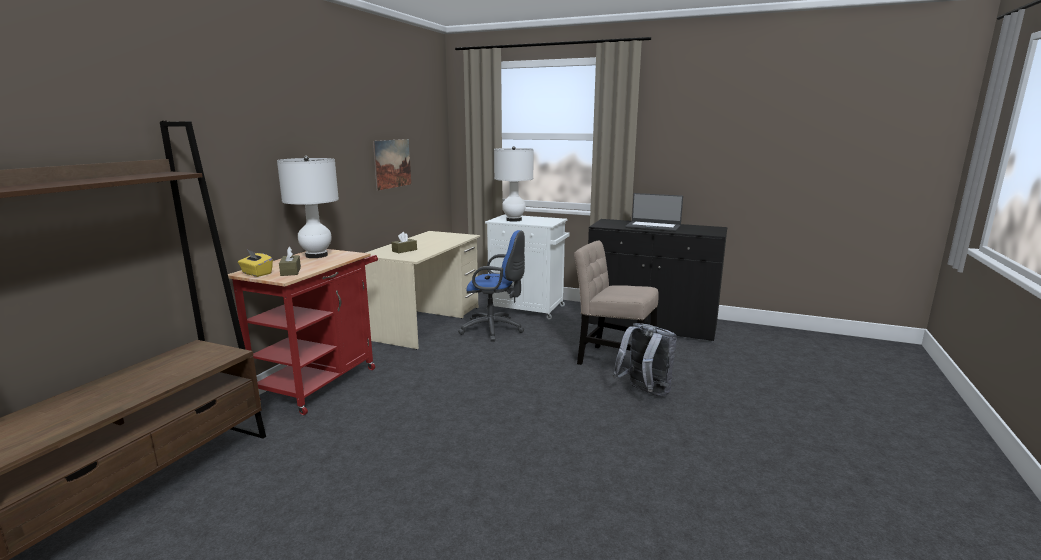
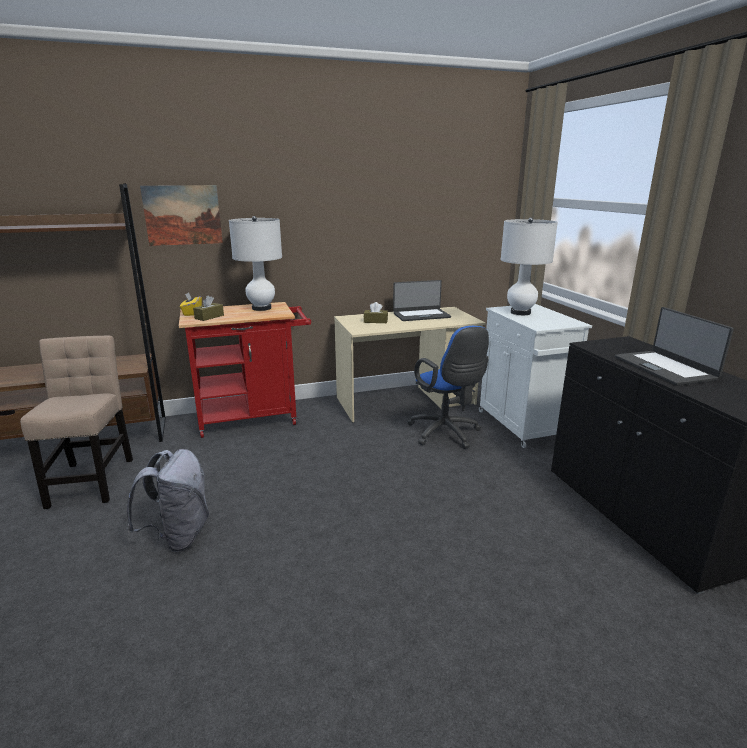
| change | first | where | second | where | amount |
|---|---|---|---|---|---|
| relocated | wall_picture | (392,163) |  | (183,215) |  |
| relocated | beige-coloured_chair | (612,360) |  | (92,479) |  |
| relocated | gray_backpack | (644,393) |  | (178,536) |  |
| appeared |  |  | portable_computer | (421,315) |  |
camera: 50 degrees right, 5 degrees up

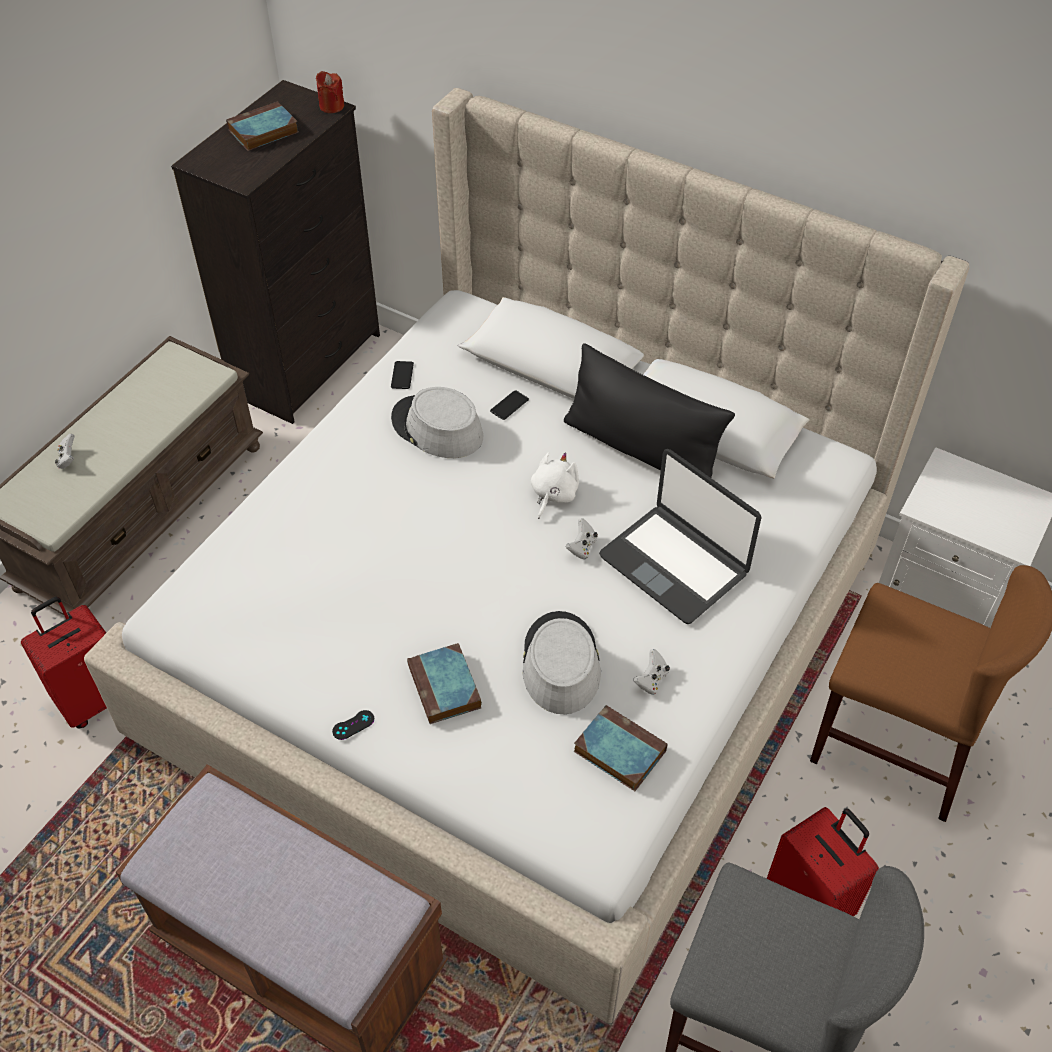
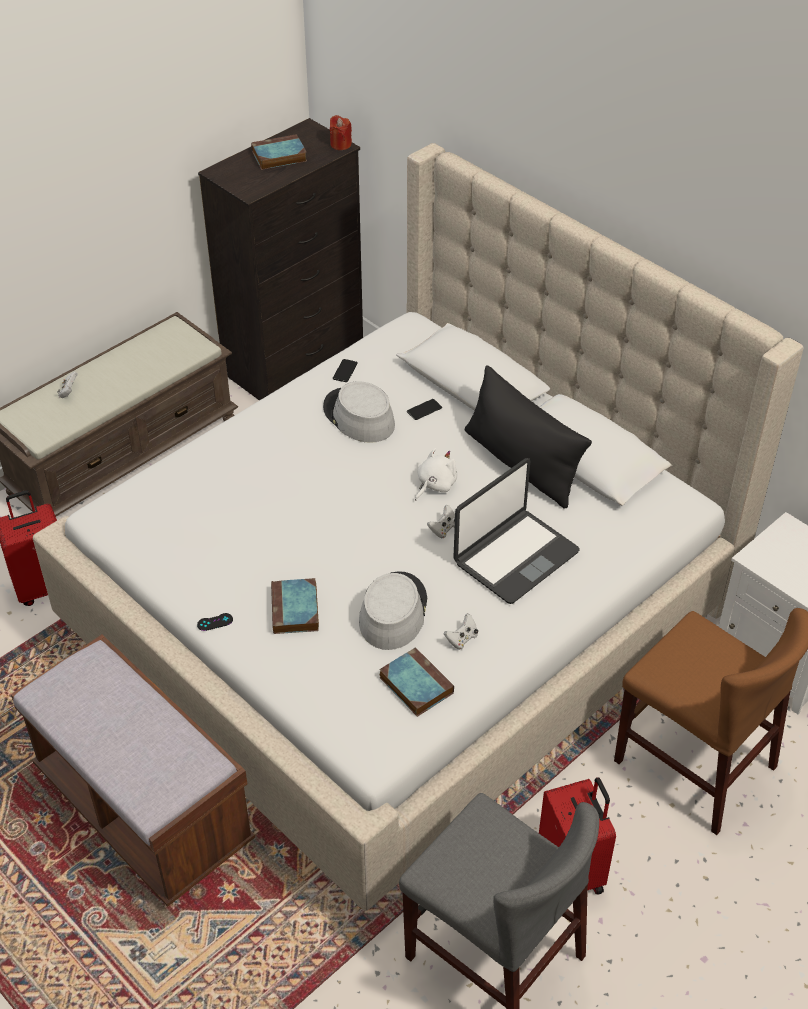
| change | first | where | second | where | amount |
|---|---|---|---|---|---|
| spun | portable_computer | (674,564) |  | (515,557) | 105 degrees counterclockwise |
camera: 15 degrees right, 5 degrees down

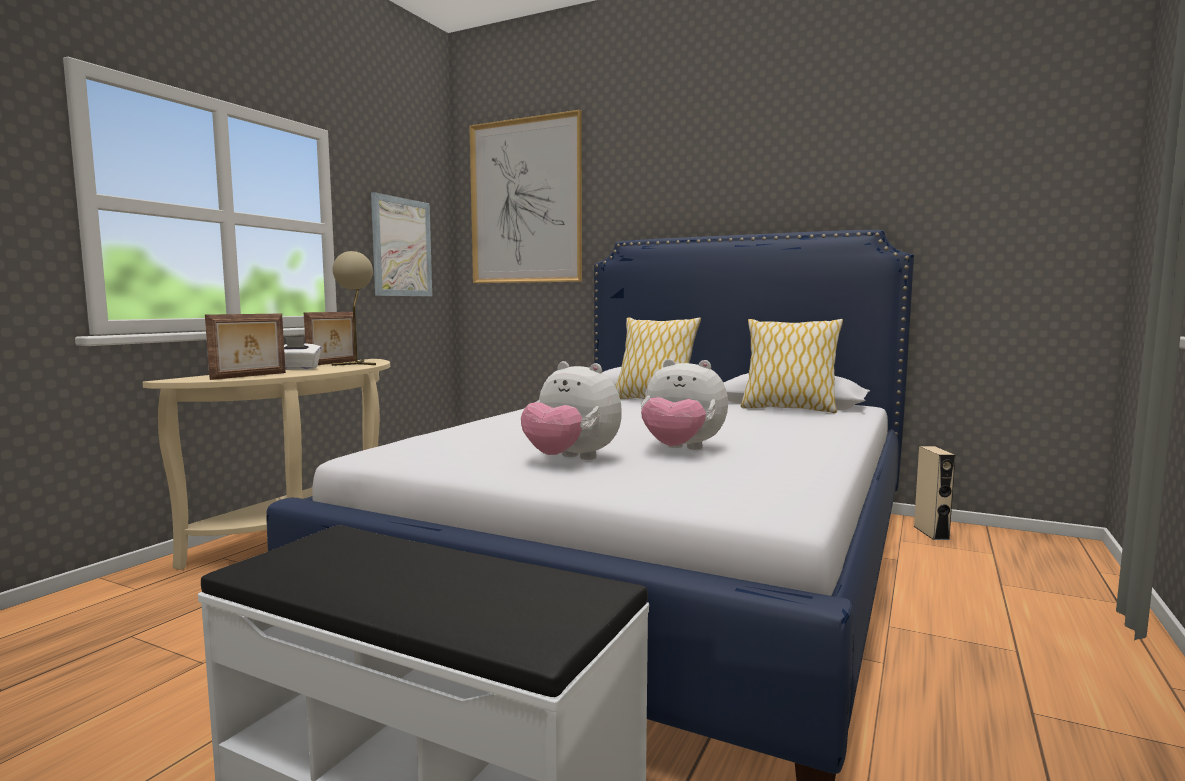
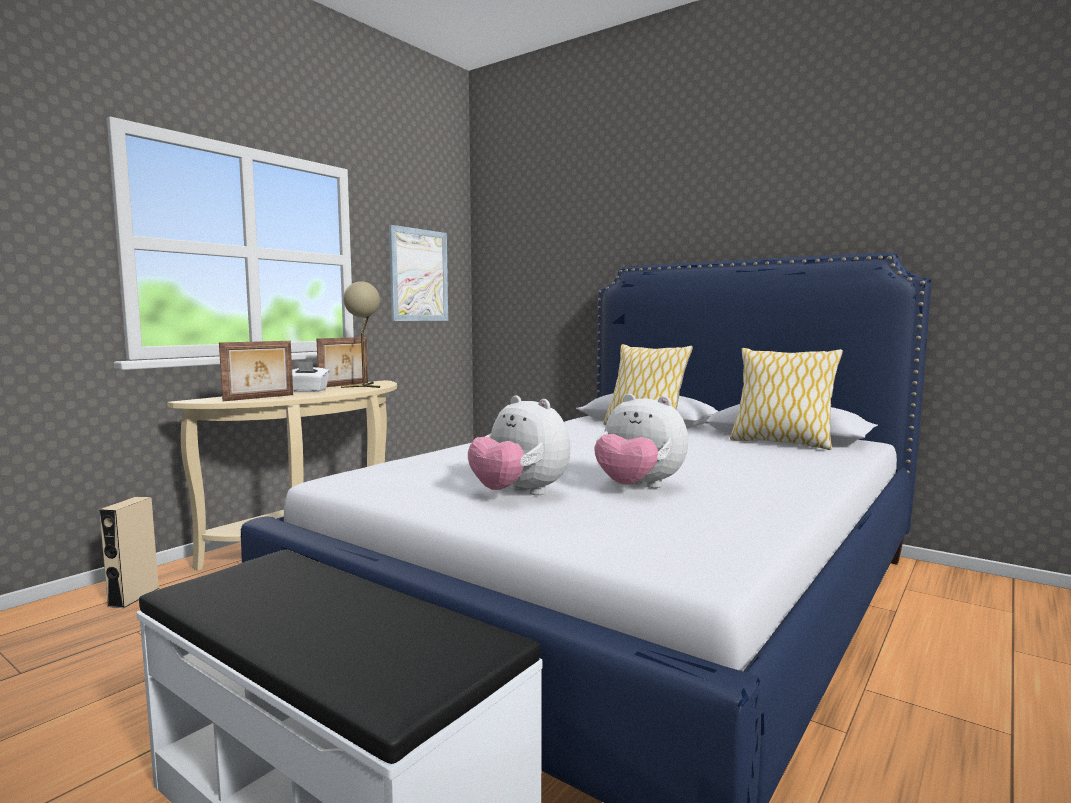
| change | first | where | second | where | amount |
|---|---|---|---|---|---|
| missing | wall_picture | (525,202) |  |  |  |
| relocated | beige-coloured_loudspeaker | (931,532) |  | (134,597) |  |
camera: 10 degrees right, 0 degrees up

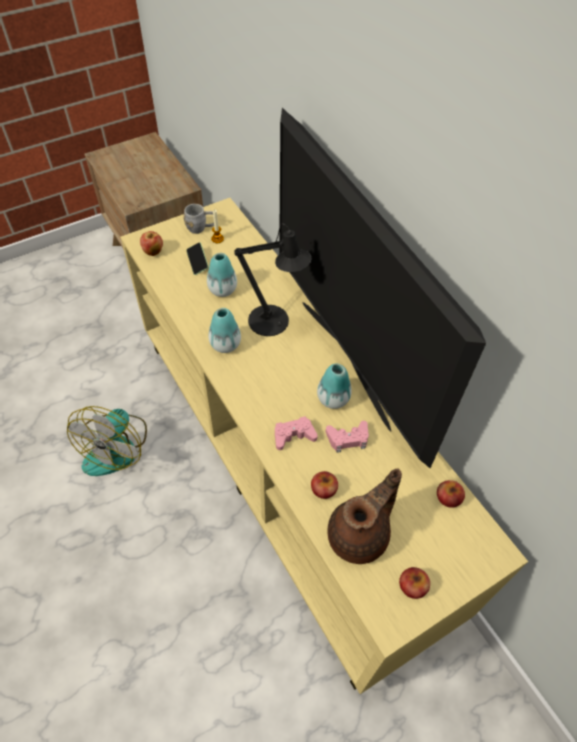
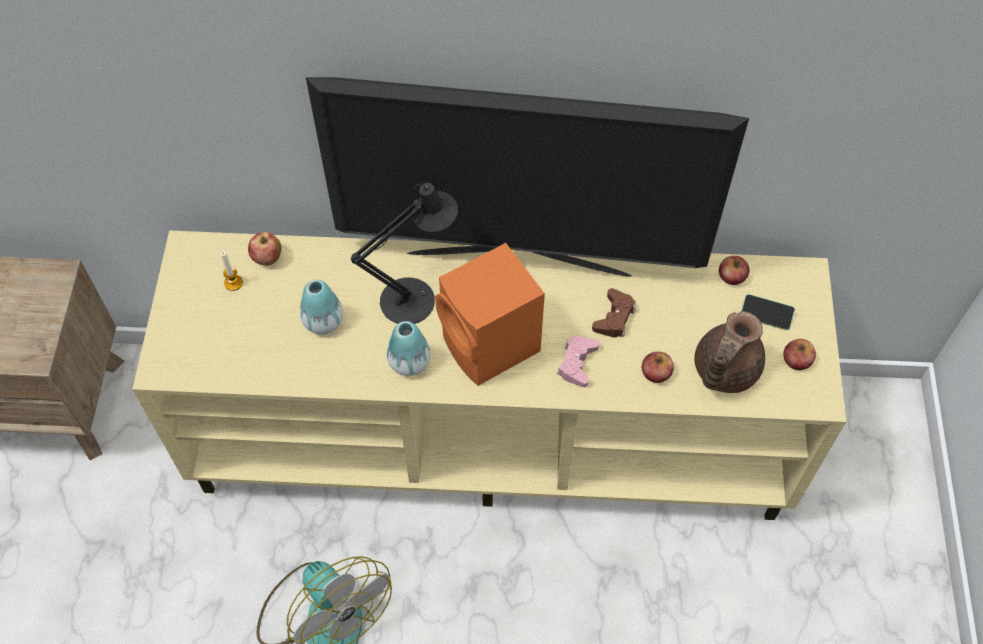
| change | first | where | second | where | amount |
|---|---|---|---|---|---|
| missing | gray_mug | (201,228) |  |  |  |
| relocated | apple | (153,252) |  | (267,258) |  |
| relocated | handset | (197,262) |  | (766,316) |  |
| missing | decorative_vase | (333,398) |  |  |  |
| colour | pink_gamepad | (348,439) | brown-coloured_gamepad | (614,317) |  |
| spun | brown-coloured_teapot | (360,535) |  | (723,370) | 135 degrees counterclockwise |
| appeared |  |  | orangey_loudspeaker | (492,347) |  |
camera: 55 degrees left, 5 degrees up

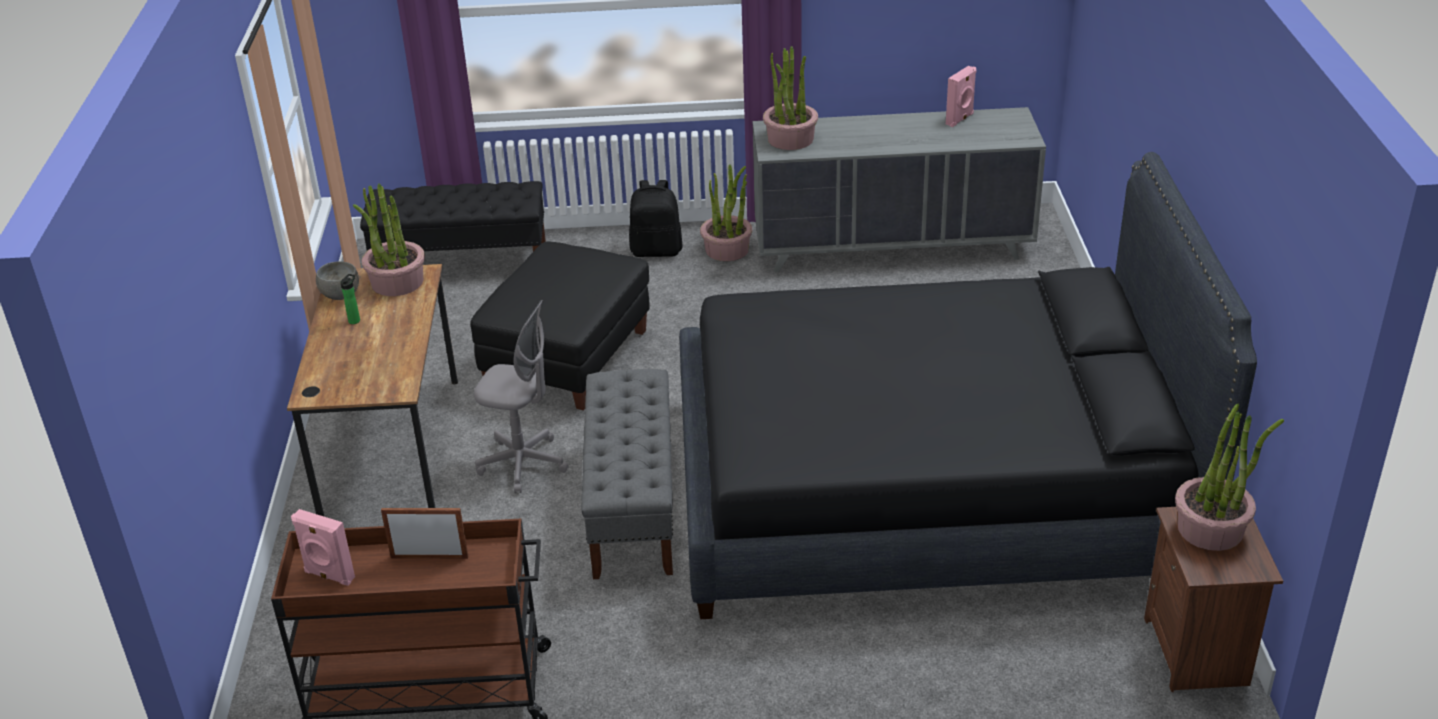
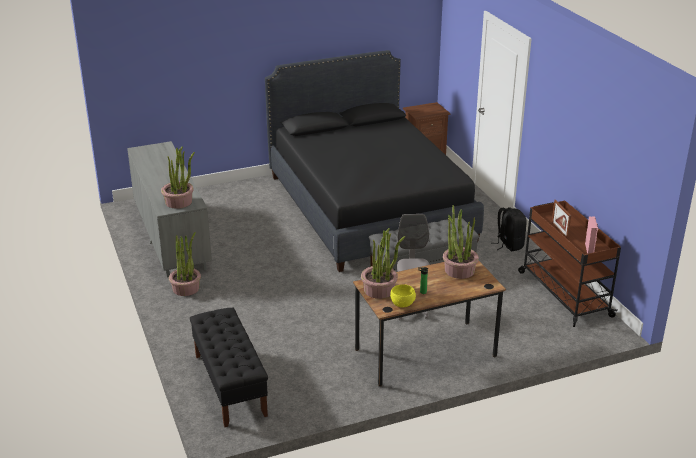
| change | first | where | second | where | amount |
|---|---|---|---|---|---|
| missing | pink_loudspeaker | (960,119) |  |  |  |
| relocated | black-coloured_backpack | (656,250) |  | (509,245) |  |
| missing | black-coloured_pouffe | (568,360) |  |  |  |
| colour | gray_bowl | (341,295) | yellow_bowl | (402,304) |  |
| relocated | houseplant | (1211,529) |  | (459,270) |  |
camera: 110 degrees left, 5 degrees down

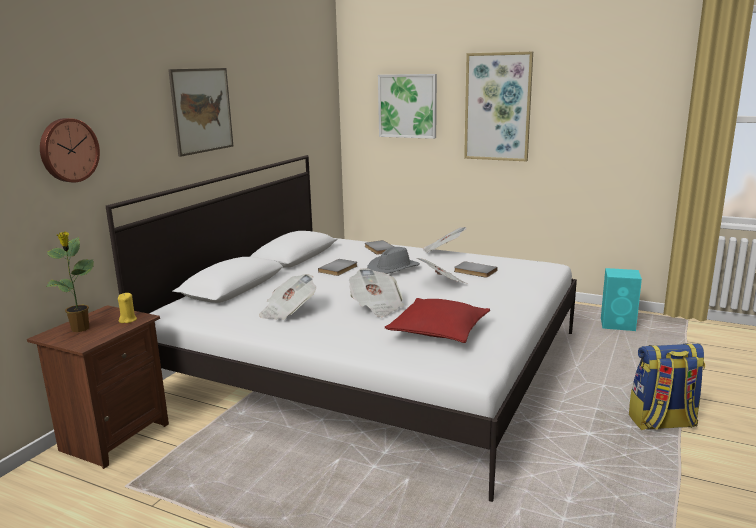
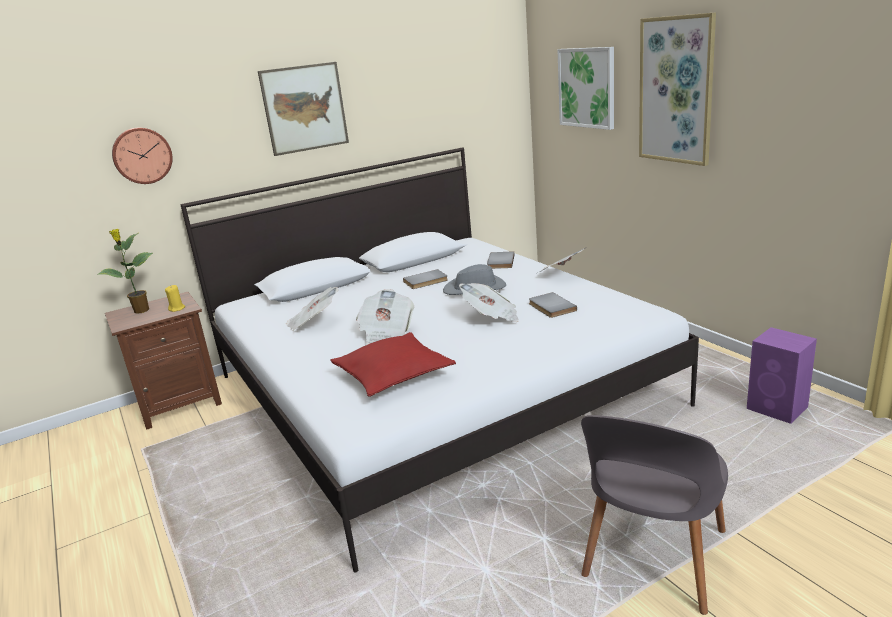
| change | first | where | second | where | amount |
|---|---|---|---|---|---|
| colour | turquoise_loudspeaker | (618,325) | purplish_loudspeaker | (778,409) |  |
| exchanged | backpack | (662,423) | gray_chair | (653,558) |  |
camera: 35 degrees right, 5 degrees up

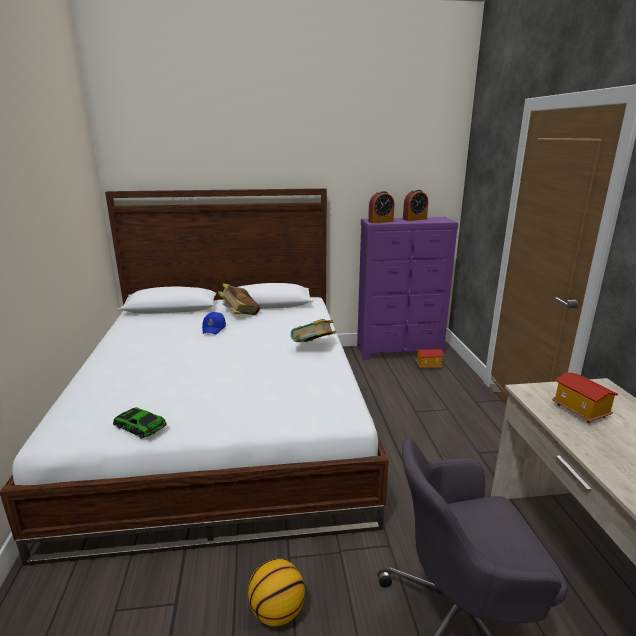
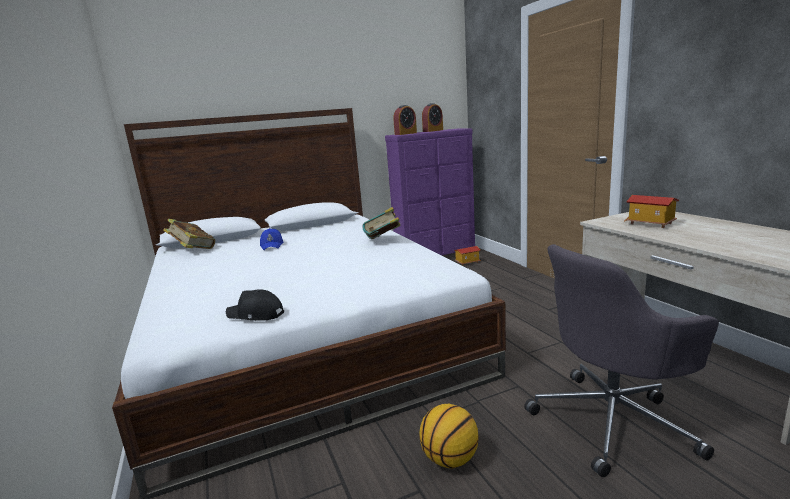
| change | first | where | second | where | amount |
|---|---|---|---|---|---|
| relocated | volume | (240,314) |  | (193,250) |  |
| exchanged | model_car | (139,426) | black-coloured_cap | (255,315) |  |
camera: 15 degrees left, 5 degrees down

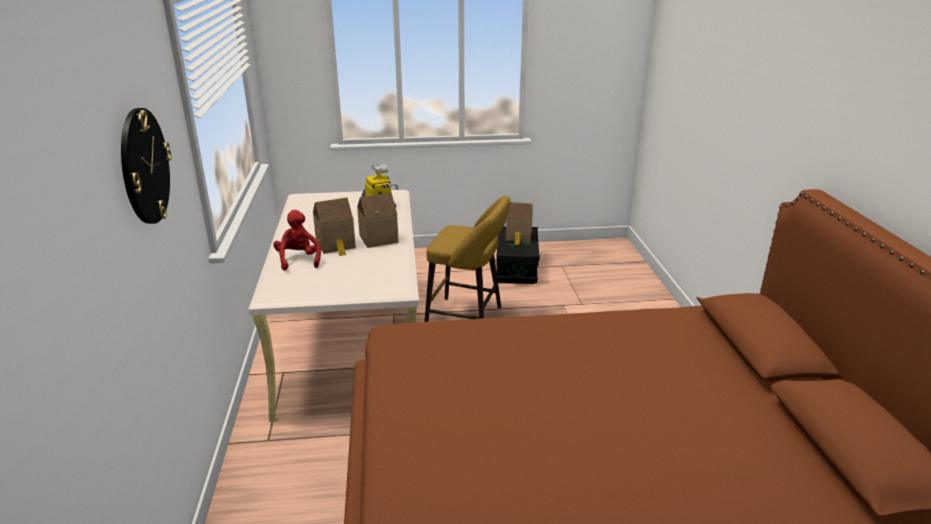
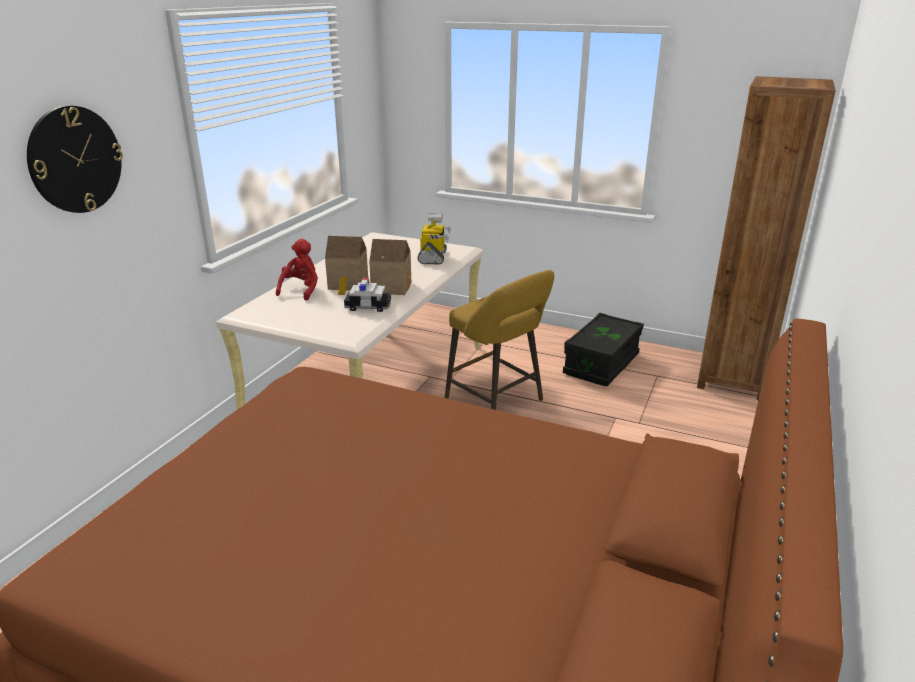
| change | first | where | second | where | amount |
|---|---|---|---|---|---|
| missing | model_house | (519,237) |  |  |  |
| appeared |  |  | brown-coloured_bookshelf | (733,377) |  |
| appeared |  |  | model_car | (368,306) |  |
camera: 30 degrees right, 0 degrees up

